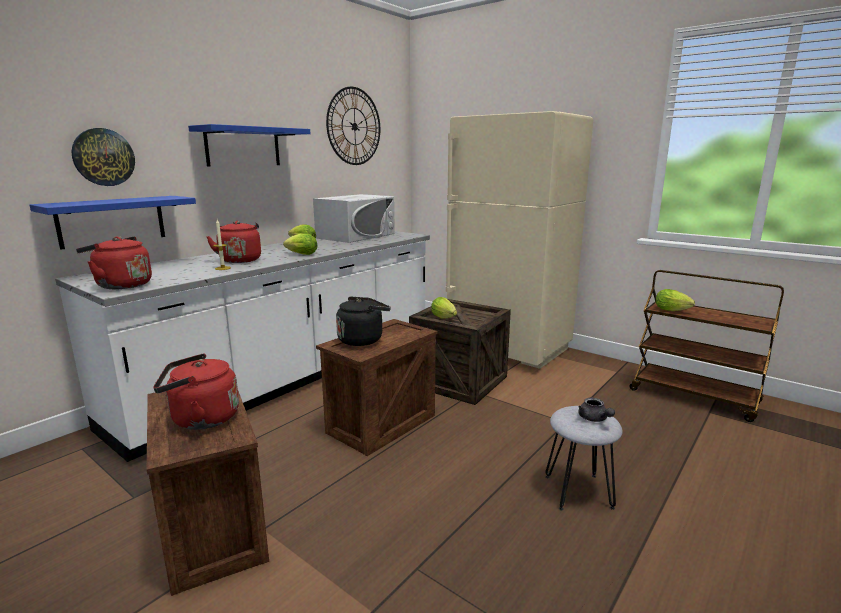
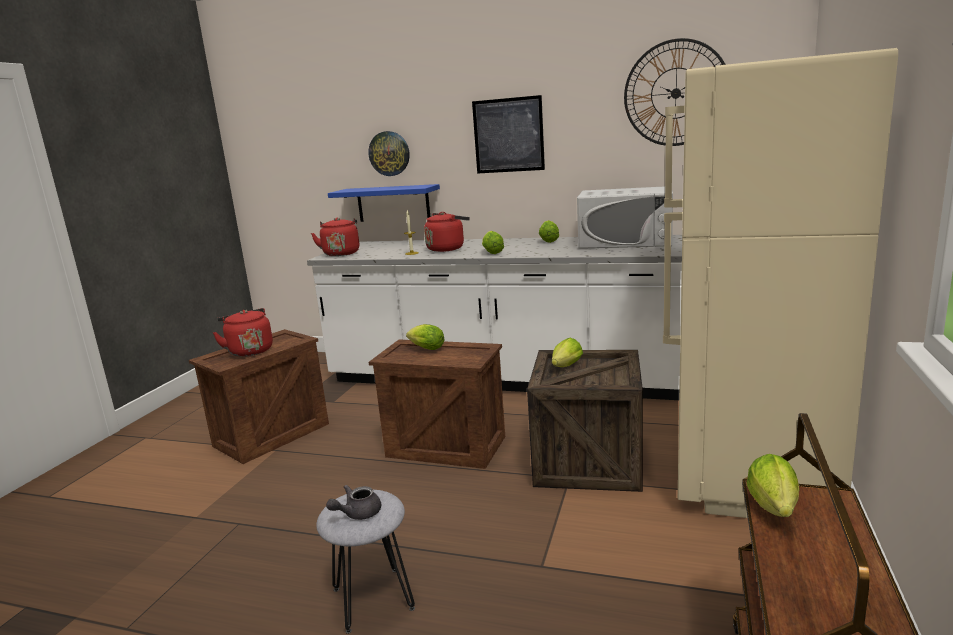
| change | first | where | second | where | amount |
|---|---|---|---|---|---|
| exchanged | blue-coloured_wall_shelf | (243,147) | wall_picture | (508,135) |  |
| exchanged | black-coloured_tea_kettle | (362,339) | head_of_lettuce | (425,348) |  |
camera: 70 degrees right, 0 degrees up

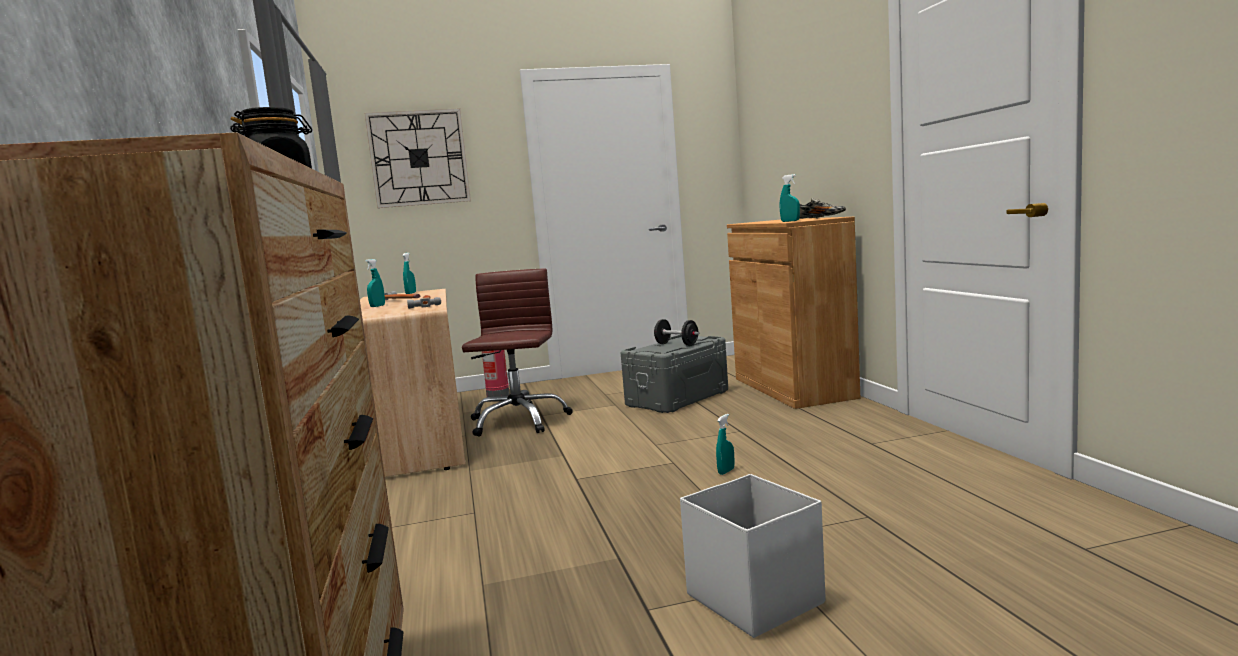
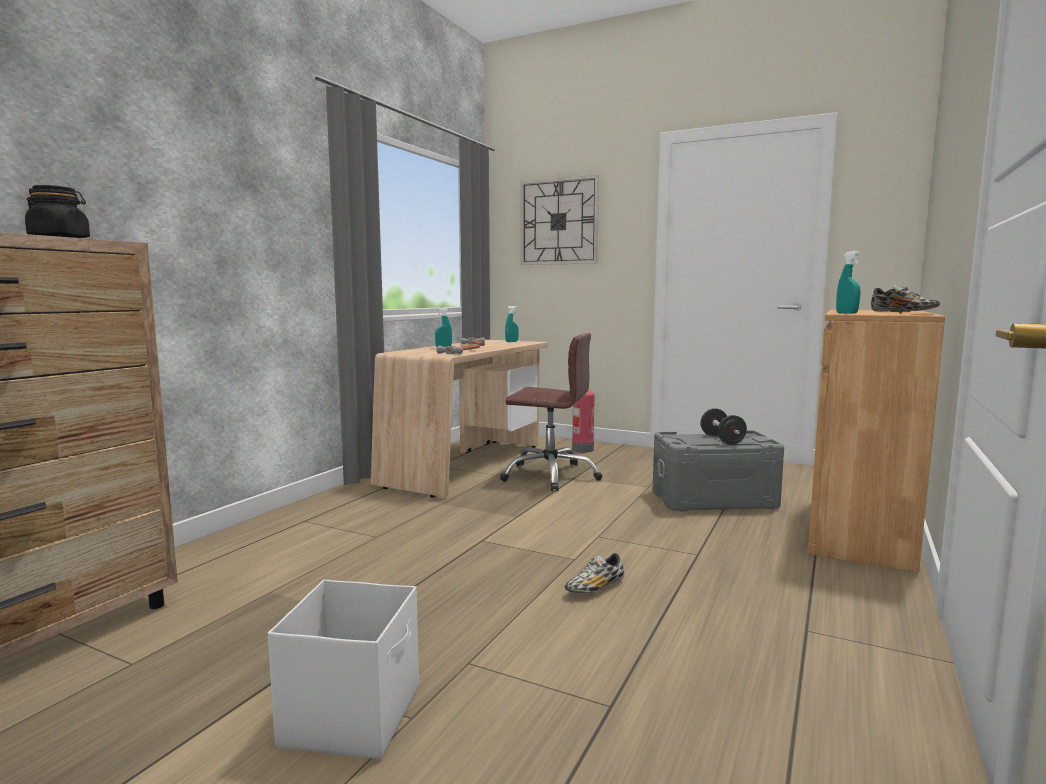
| change | first | where | second | where | amount |
|---|---|---|---|---|---|
| spun | brown-coloured_desk_chair | (518,421) |  | (550,475) | 60 degrees clockwise |
| exchanged | turquoise_hand_sprayer | (726,471) | shoe | (595,588) |  |
camera: 40 degrees right, 0 degrees up

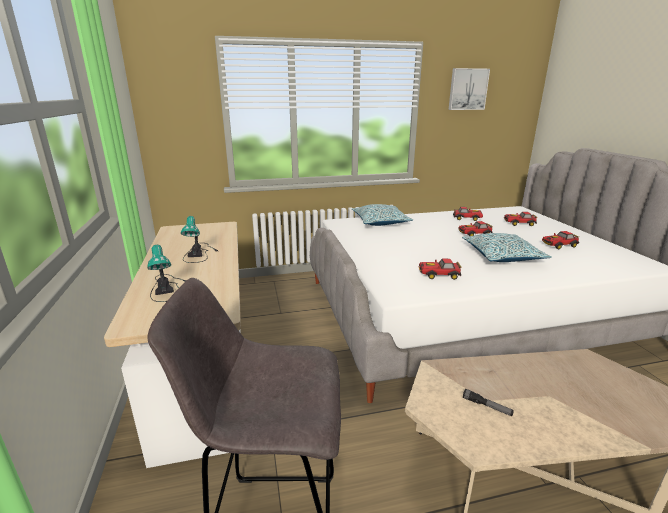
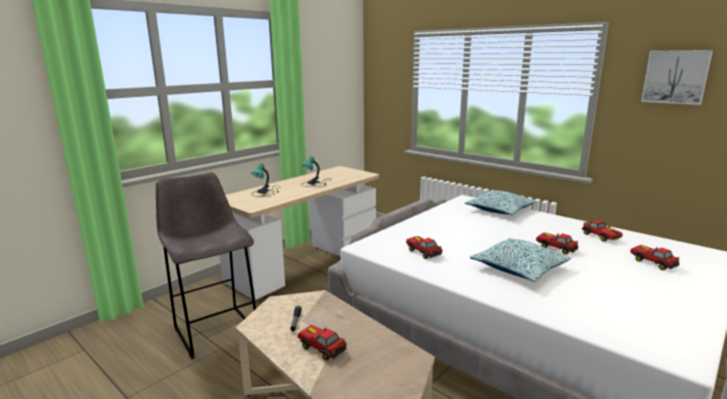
| change | first | where | second | where | amount |
|---|---|---|---|---|---|
| relocated | model_car | (558,245) |  | (321,347) |  |
camera: 55 degrees right, 5 degrees down

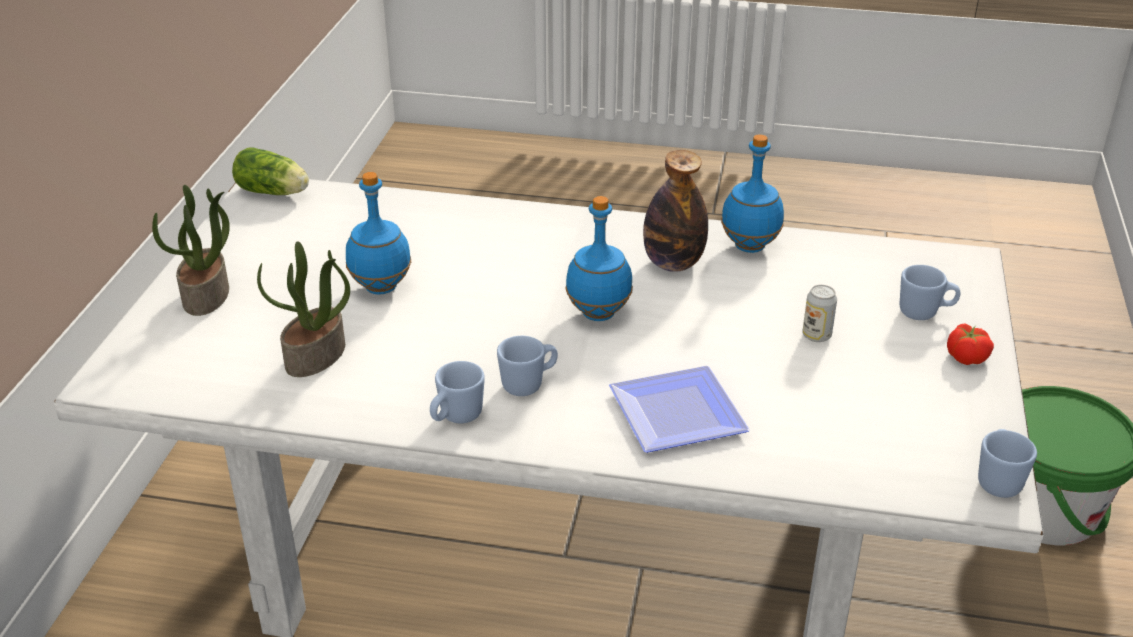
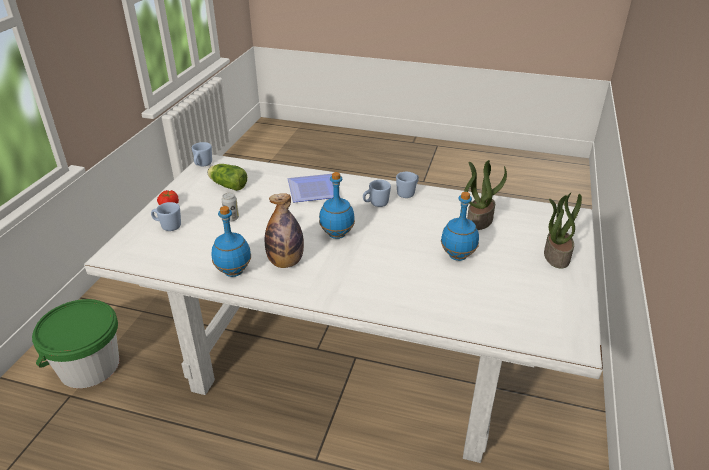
| change | first | where | second | where | amount |
|---|---|---|---|---|---|
| relocated | head_of_lettuce | (275,192) |  | (227,185) |  |
camera: 175 degrees left, 0 degrees up

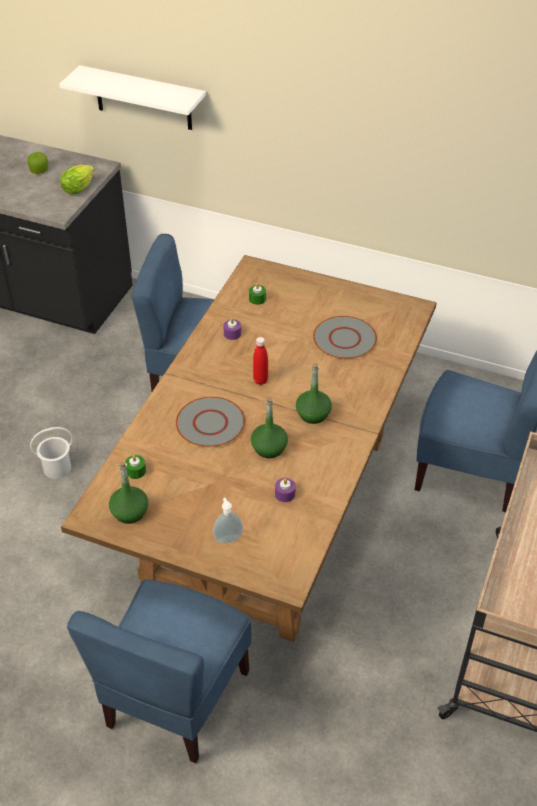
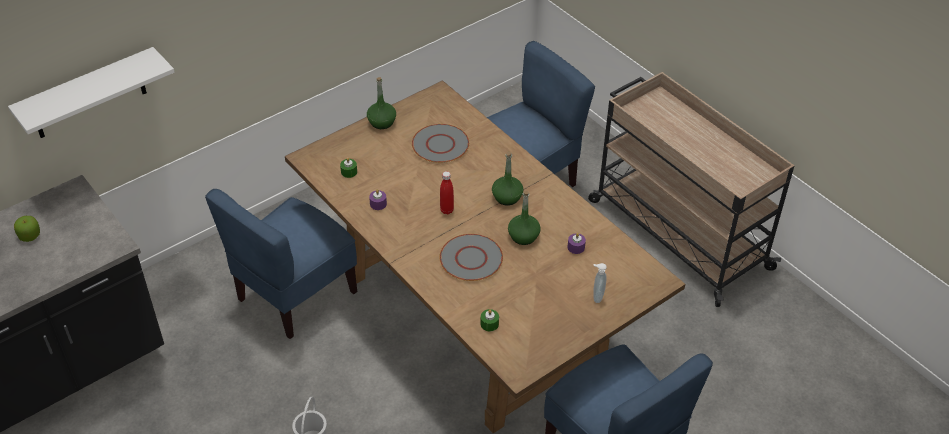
| change | first | where | second | where | amount |
|---|---|---|---|---|---|
| missing | head_of_lettuce | (80,187) |  |  |  |
| relocated | greenish_beverage_bottle | (129,512) |  | (381,122) |  |
camera: 60 degrees left, 0 degrees up

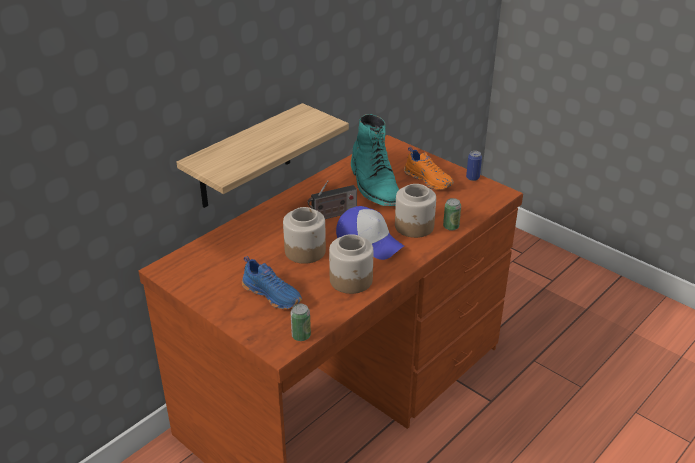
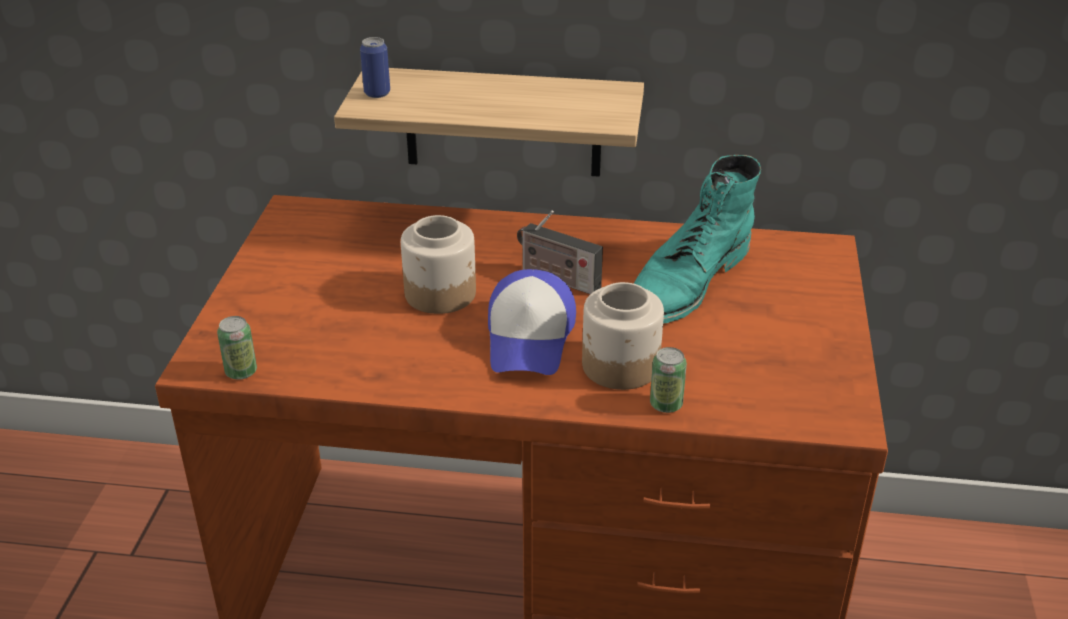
| change | first | where | second | where | amount |
|---|---|---|---|---|---|
| missing | orangey_shoe | (429,180) |  |  |  |
| relocated | metal_can | (472,177) |  | (377,93) |  |
| missing | preserve_jar | (351,280) |  |  |  |
| missing | blue-coloured_shoe | (273,294) |  |  |  |
camera: 55 degrees right, 0 degrees up

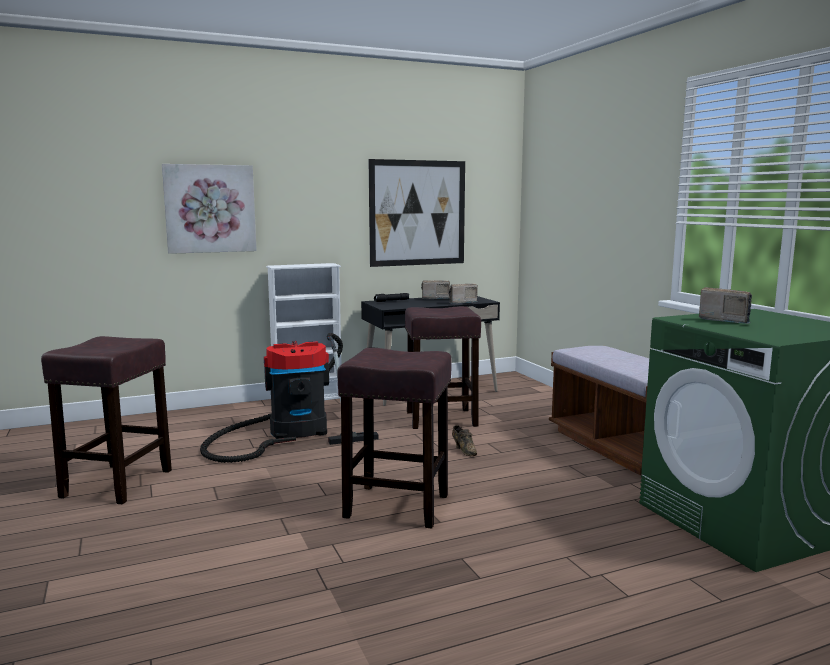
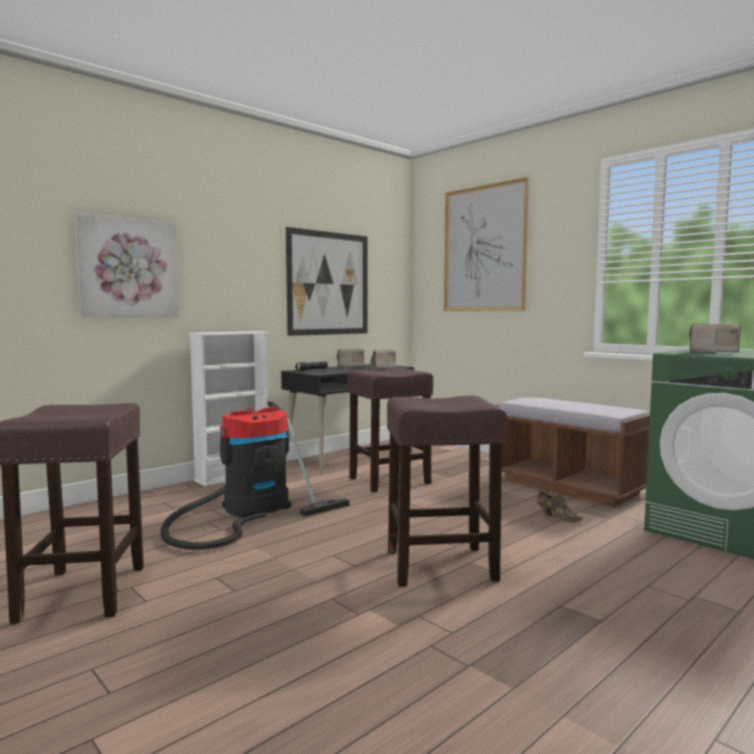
| change | first | where | second | where | amount |
|---|---|---|---|---|---|
| relocated | brown-coloured_shoe | (464,450) |  | (557,517) |  |
| appeared |  |  | wall_picture | (484,249) |  |
camera: 20 degrees left, 5 degrees down

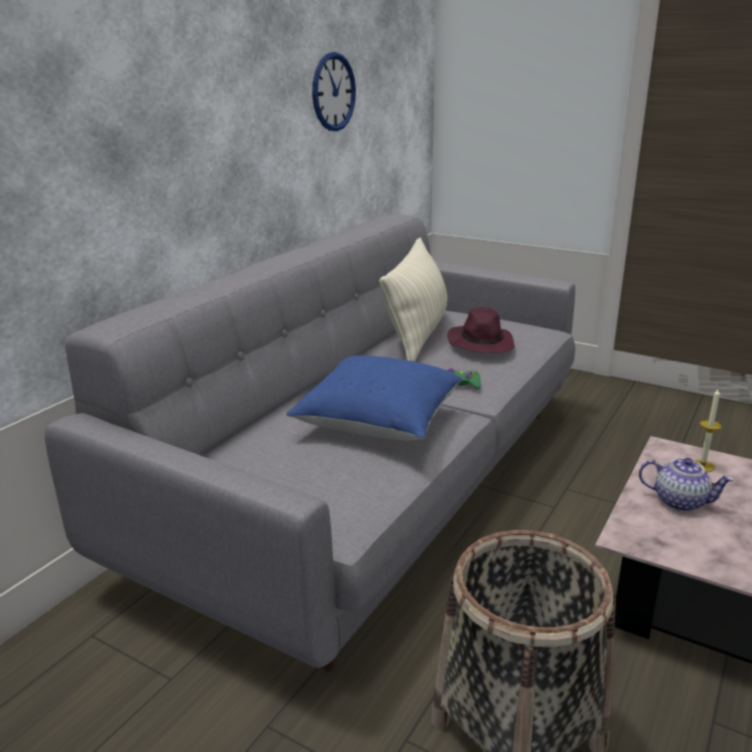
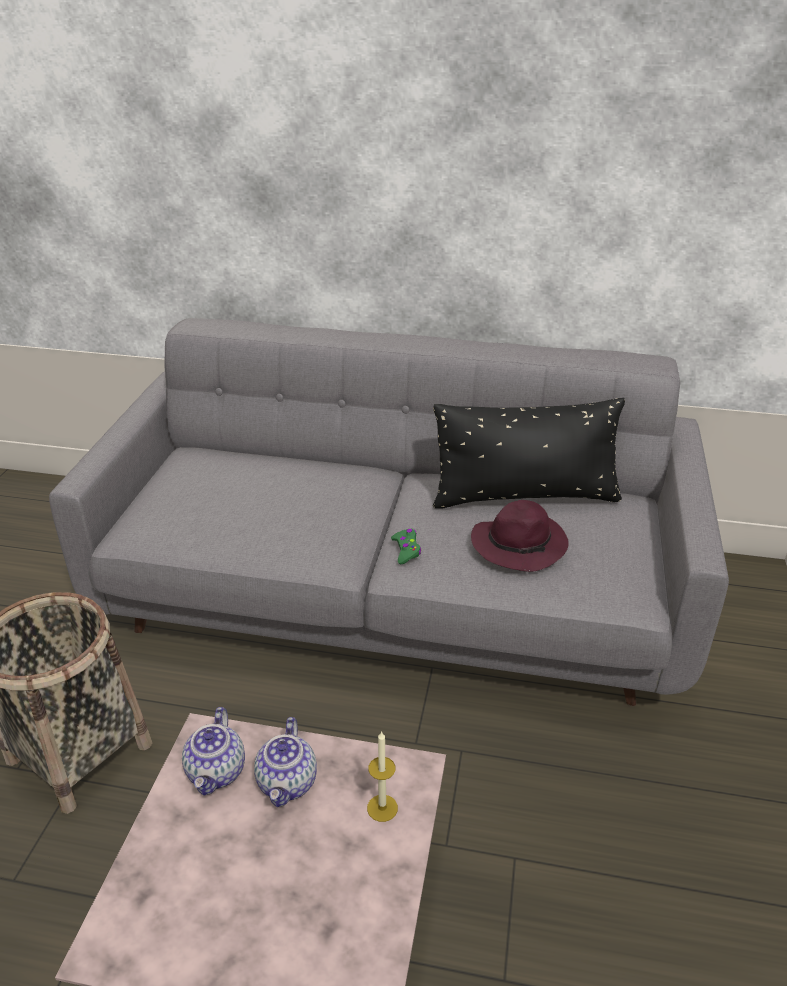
| change | first | where | second | where | amount |
|---|---|---|---|---|---|
| missing | wall_clock | (333,92) |  |  |  |
| colour | beige-coloured_cushion | (417,334) | black-coloured_cushion | (524,497) |  |
| missing | blue-coloured_cushion | (379,422) |  |  |  |
| appeared |  |  | teapot | (217,772) |  |
camera: 70 degrees right, 10 degrees up

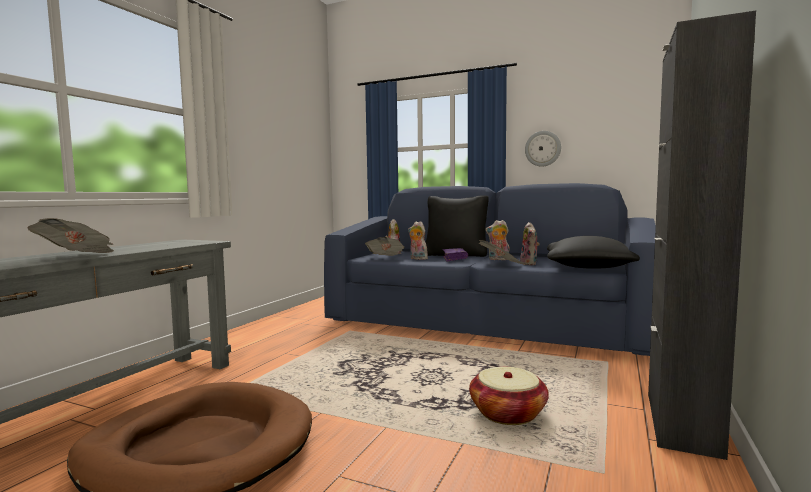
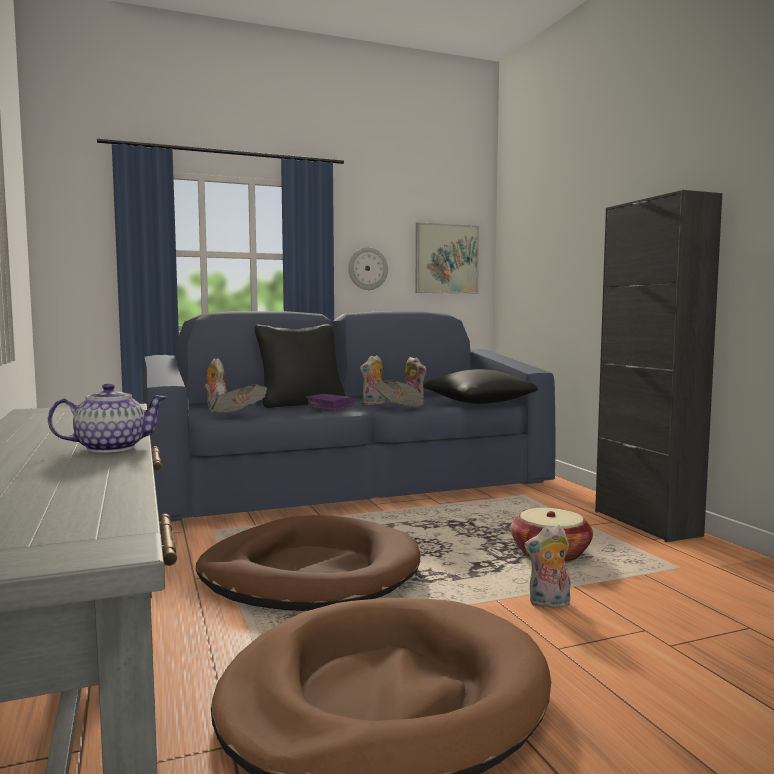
| change | first | where | second | where | amount |
|---|---|---|---|---|---|
| exchanged | daily_paper | (78,257) | teapot | (110,448) |  |
| relocated | soft_toy | (417,259) |  | (549,604) |  |
| appeared |  |  | wall_picture | (446,259) |  |
| appeared |  |  | brown-coloured_dog_bed | (310,572) |  |
camera: 45 degrees left, 0 degrees up

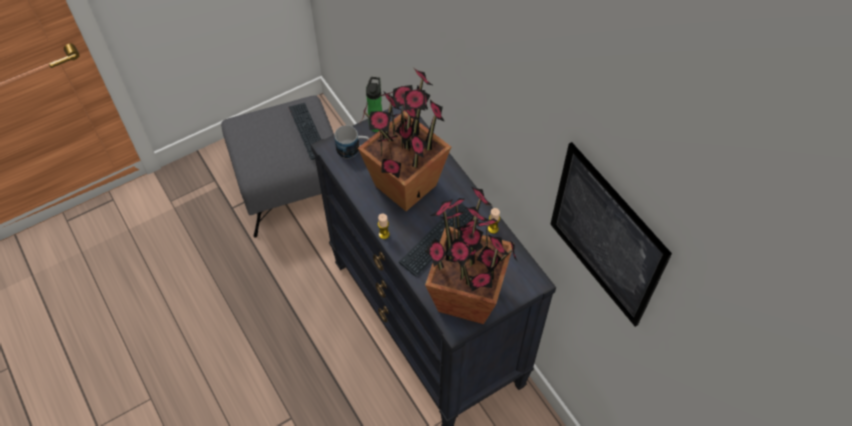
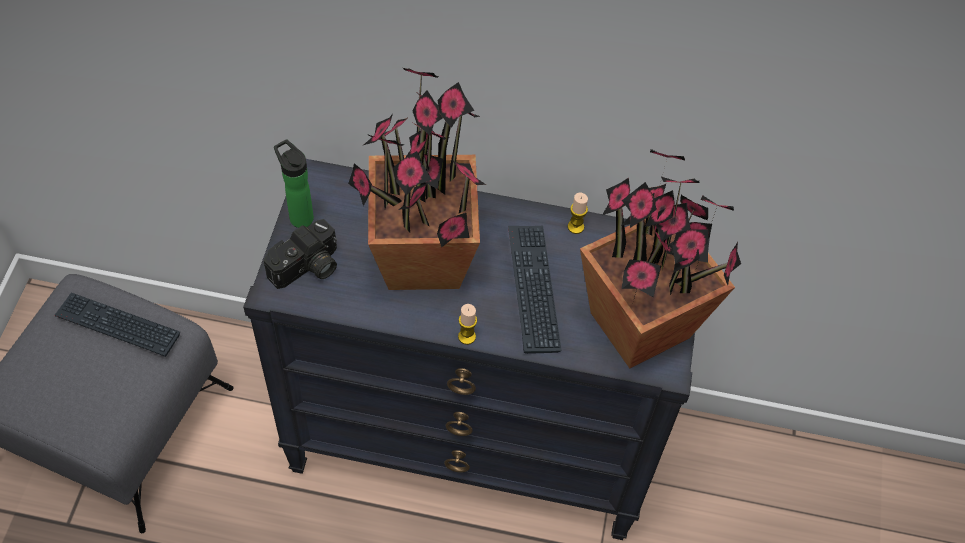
| change | first | where | second | where | amount |
|---|---|---|---|---|---|
| exchanged | mug | (353,149) | photo_camera | (307,268) |  |
| missing | wall_picture | (606,236) |  |  |  |
camera: 50 degrees left, 0 degrees up

